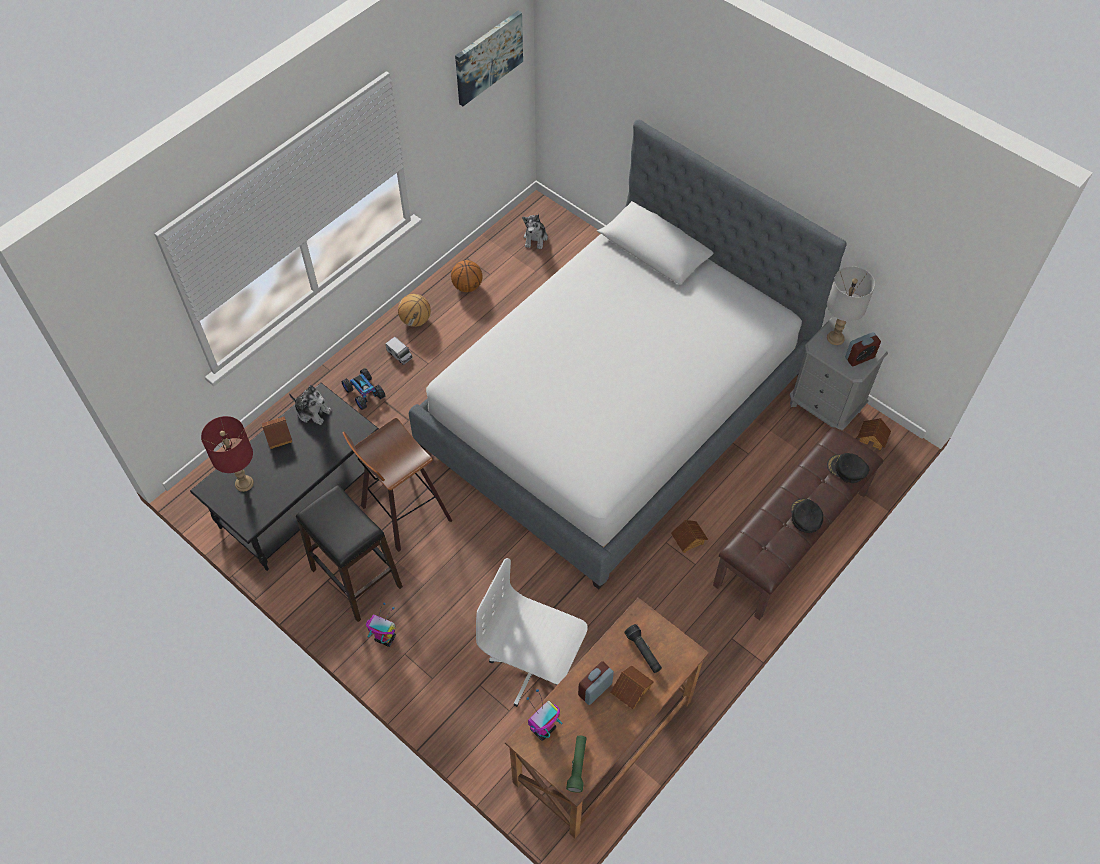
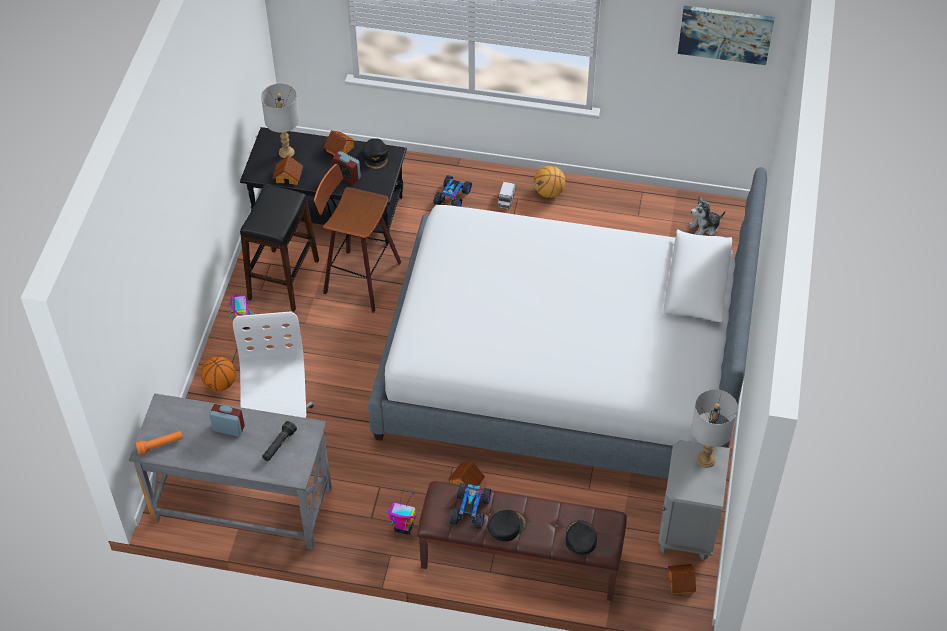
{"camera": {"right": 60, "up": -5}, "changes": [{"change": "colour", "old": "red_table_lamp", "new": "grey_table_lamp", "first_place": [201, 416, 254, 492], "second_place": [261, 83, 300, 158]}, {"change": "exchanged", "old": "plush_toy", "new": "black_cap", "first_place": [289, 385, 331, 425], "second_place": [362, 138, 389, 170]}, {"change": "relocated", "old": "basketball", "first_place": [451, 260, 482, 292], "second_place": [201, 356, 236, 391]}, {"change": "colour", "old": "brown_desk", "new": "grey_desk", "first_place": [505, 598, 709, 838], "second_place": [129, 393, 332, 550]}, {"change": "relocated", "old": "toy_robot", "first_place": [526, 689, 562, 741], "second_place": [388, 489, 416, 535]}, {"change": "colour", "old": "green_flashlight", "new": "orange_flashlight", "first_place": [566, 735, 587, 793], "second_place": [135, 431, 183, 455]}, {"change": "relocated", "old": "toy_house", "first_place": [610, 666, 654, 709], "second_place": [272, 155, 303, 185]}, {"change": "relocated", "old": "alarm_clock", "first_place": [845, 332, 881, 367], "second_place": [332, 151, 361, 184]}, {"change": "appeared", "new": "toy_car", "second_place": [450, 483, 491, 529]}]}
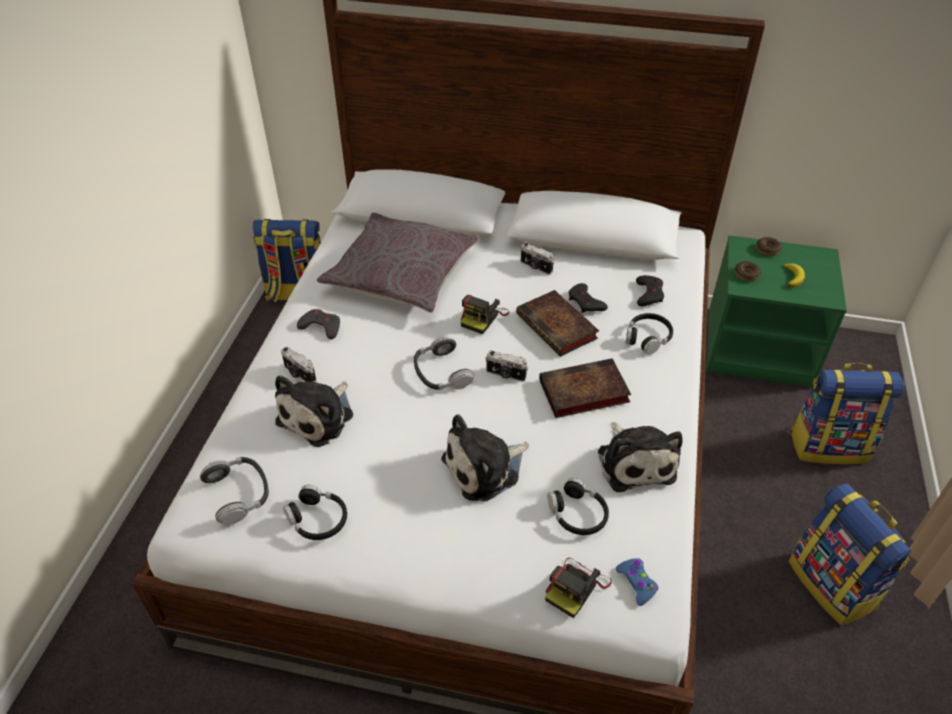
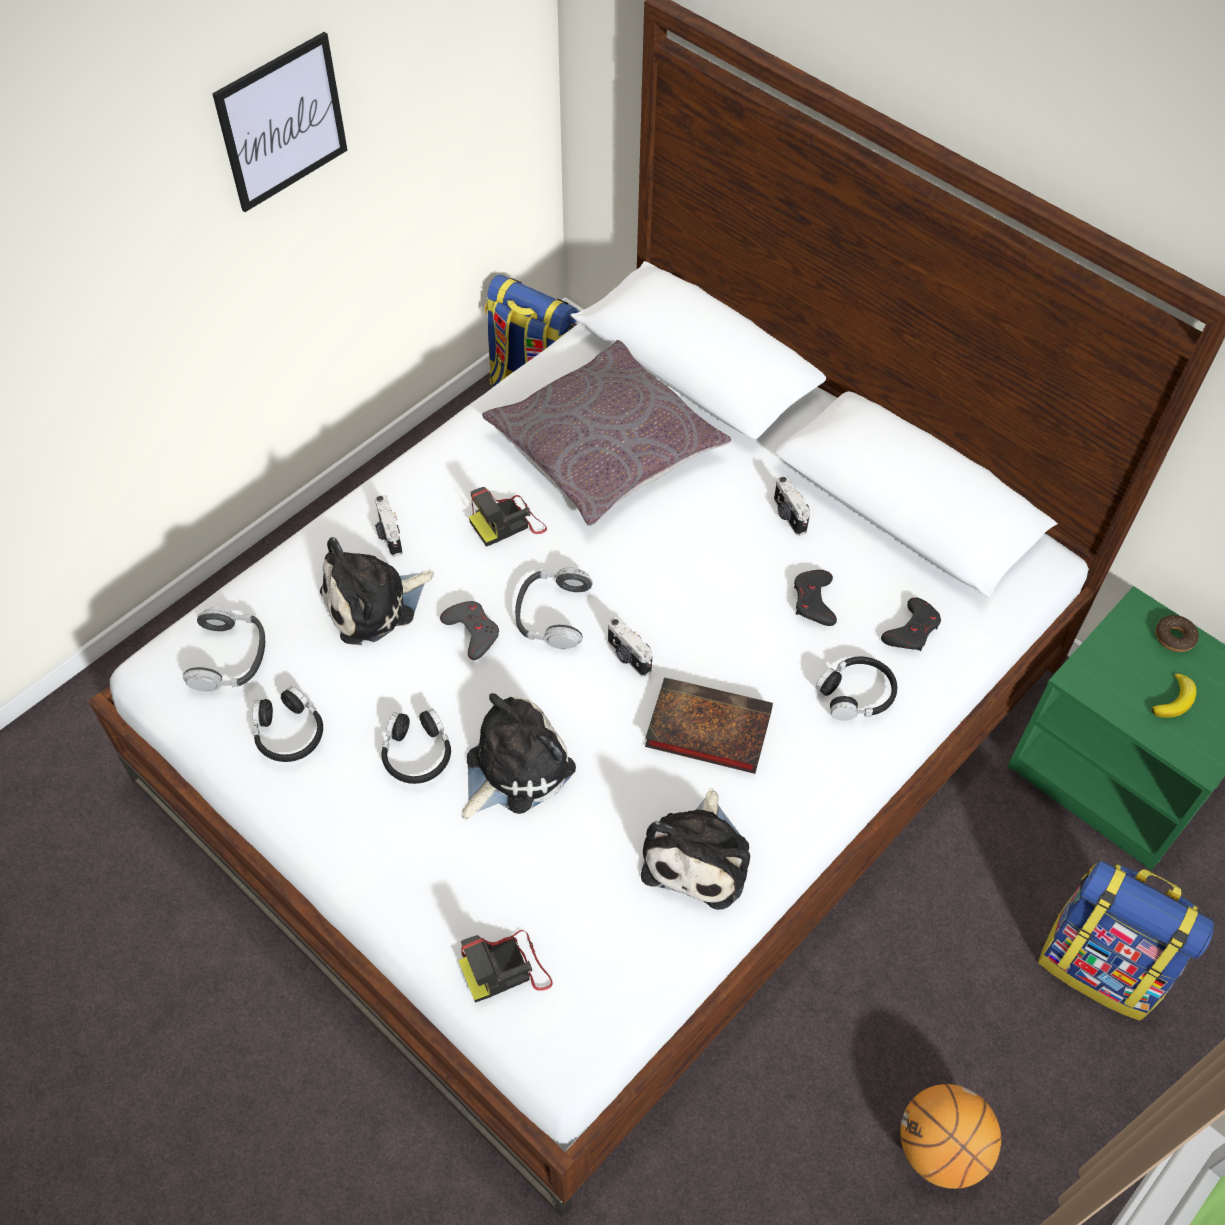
{"camera": {"right": 30, "up": 10}, "changes": [{"change": "relocated", "old": "grey_game_controller", "first_place": [297, 309, 340, 339], "second_place": [440, 601, 499, 660]}, {"change": "spun", "old": "plush_toy", "first_place": [441, 414, 529, 502], "second_place": [462, 693, 576, 820], "degrees": 135}, {"change": "relocated", "old": "photo_camera", "first_place": [461, 295, 510, 334], "second_place": [469, 487, 547, 547]}, {"change": "missing", "old": "book", "first_place": [516, 290, 599, 357]}, {"change": "relocated", "old": "black_headphones", "first_place": [547, 478, 609, 535], "second_place": [381, 708, 451, 784]}, {"change": "missing", "old": "blue_game_controller", "first_place": [616, 558, 658, 606]}, {"change": "missing", "old": "donut", "first_place": [734, 261, 761, 281]}, {"change": "exchanged", "old": "backpack", "new": "basketball", "first_place": [789, 484, 911, 626], "second_place": [900, 1084, 1002, 1189]}, {"change": "appeared", "new": "picture", "second_place": [212, 32, 348, 212]}]}
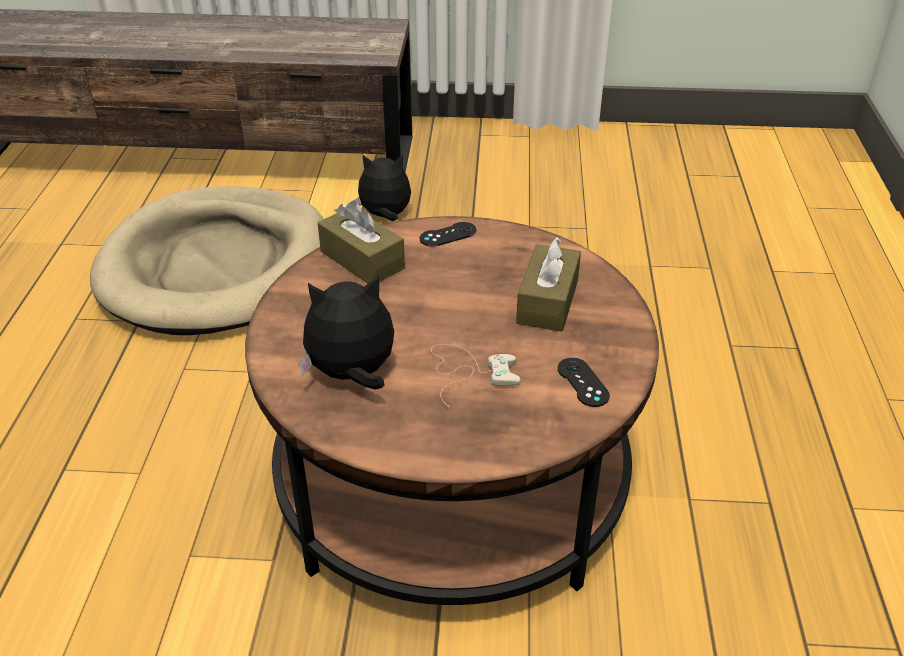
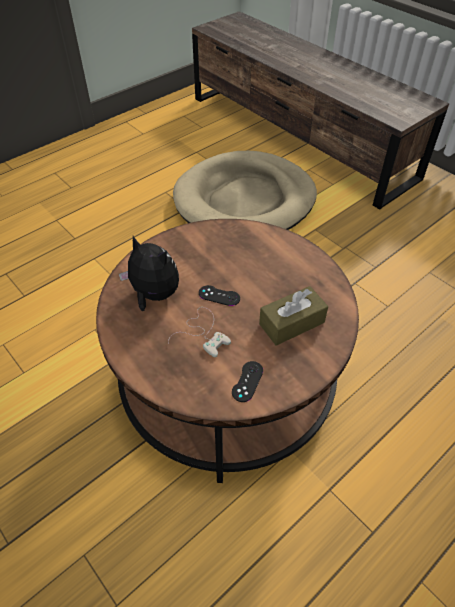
{"camera": {"right": 45, "up": 10}, "changes": [{"change": "missing", "old": "brown_tissue_box", "first_place": [318, 201, 405, 284]}, {"change": "missing", "old": "plush_toy", "first_place": [354, 155, 411, 221]}, {"change": "relocated", "old": "black_game_controller", "first_place": [420, 222, 476, 247], "second_place": [199, 285, 240, 306]}]}
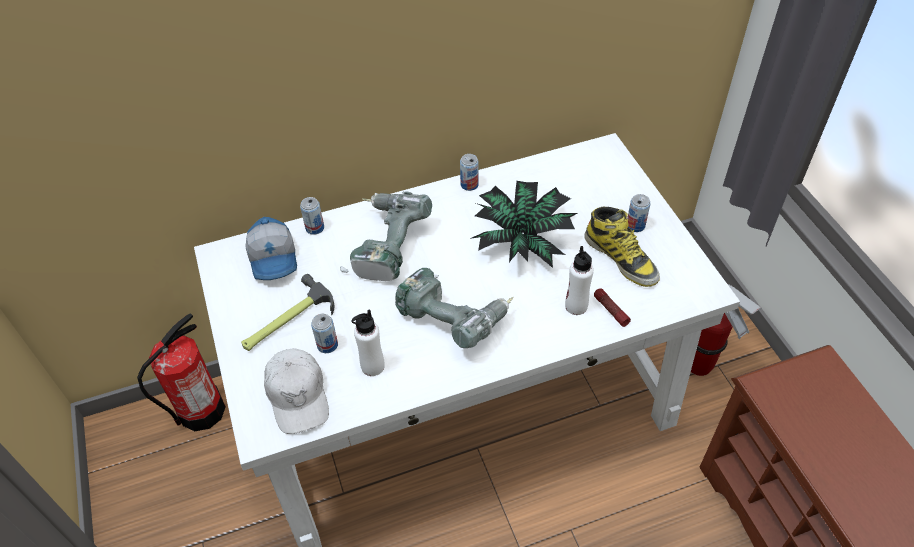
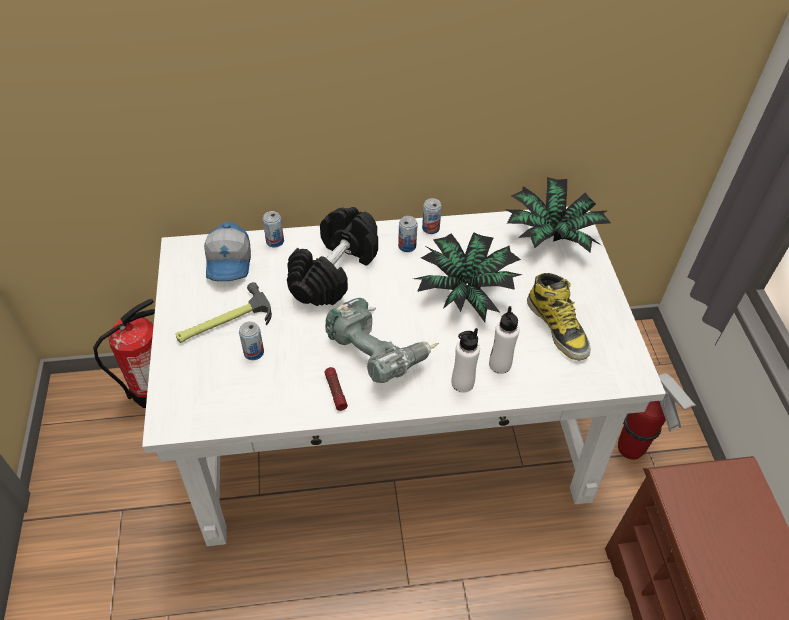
{"camera": {"right": 10, "up": 0}, "changes": [{"change": "missing", "old": "white_cap", "first_place": [264, 348, 329, 434]}, {"change": "exchanged", "old": "power_drill", "new": "black_dumbbell", "first_place": [340, 191, 432, 281], "second_place": [287, 207, 378, 306]}, {"change": "relocated", "old": "white_bottle", "first_place": [351, 309, 385, 376], "second_place": [451, 328, 480, 393]}, {"change": "relocated", "old": "flashlight", "first_place": [594, 289, 631, 327], "second_place": [325, 367, 348, 411]}, {"change": "relocated", "old": "can", "first_place": [627, 194, 650, 232], "second_place": [398, 216, 418, 252]}, {"change": "appeared", "new": "potted_plant", "second_place": [505, 177, 611, 253]}]}
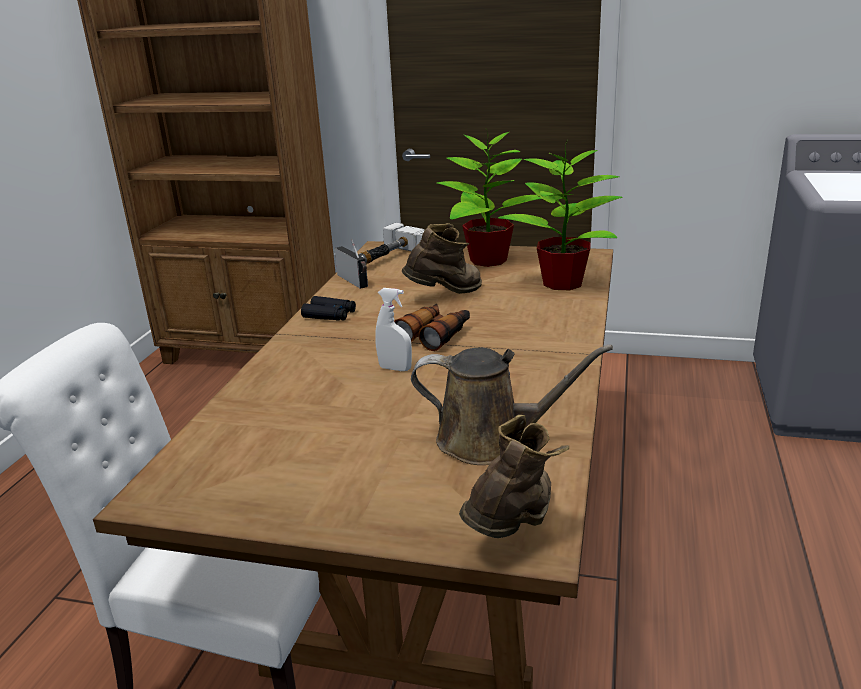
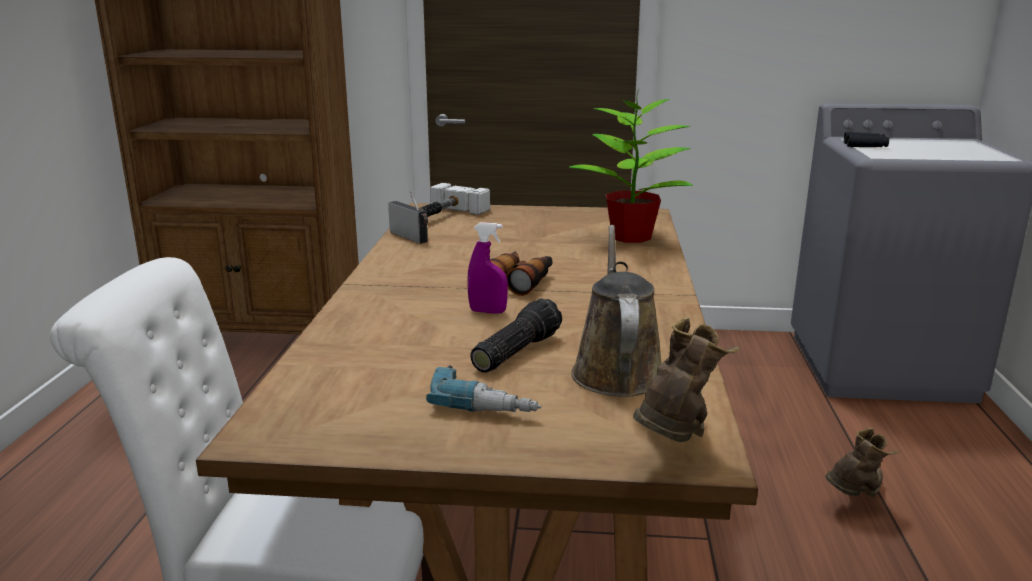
{"camera": {"right": -10, "up": -5}, "changes": [{"change": "relocated", "old": "black_binoculars", "first_place": [301, 296, 356, 321], "second_place": [844, 132, 889, 147]}, {"change": "colour", "old": "white_spray_bottle", "new": "purple_spray_bottle", "first_place": [375, 288, 412, 371], "second_place": [467, 222, 508, 314]}, {"change": "relocated", "old": "brown_boot", "first_place": [402, 223, 482, 294], "second_place": [825, 428, 899, 498]}, {"change": "spun", "old": "brown_watering_can", "first_place": [411, 344, 613, 465], "second_place": [571, 225, 661, 397], "degrees": -90}, {"change": "missing", "old": "potted_plant", "first_place": [437, 129, 542, 267]}, {"change": "appeared", "new": "power_drill", "second_place": [426, 365, 541, 412]}, {"change": "appeared", "new": "flashlight", "second_place": [470, 298, 562, 373]}]}
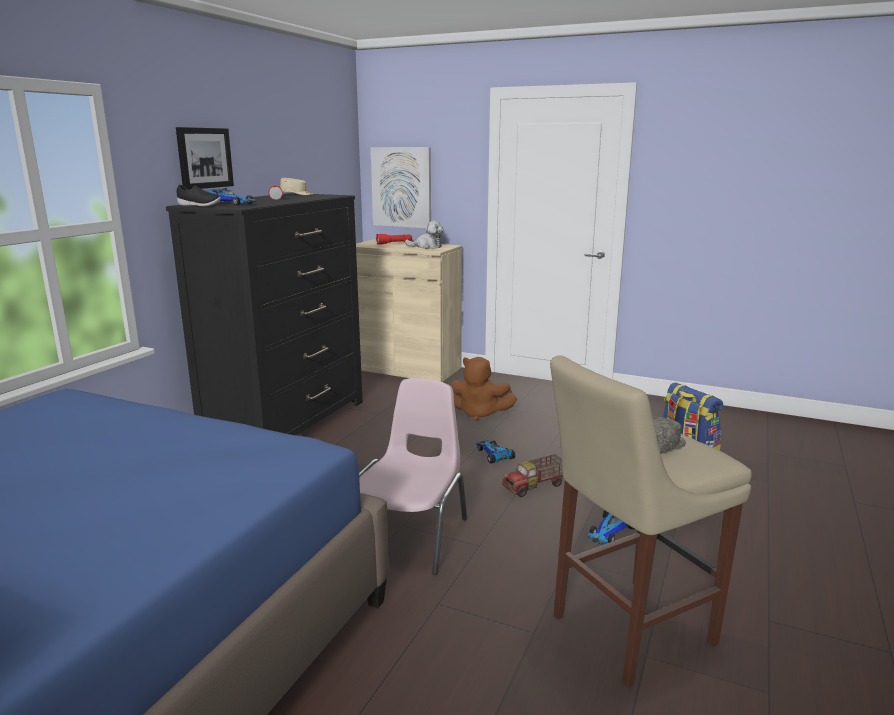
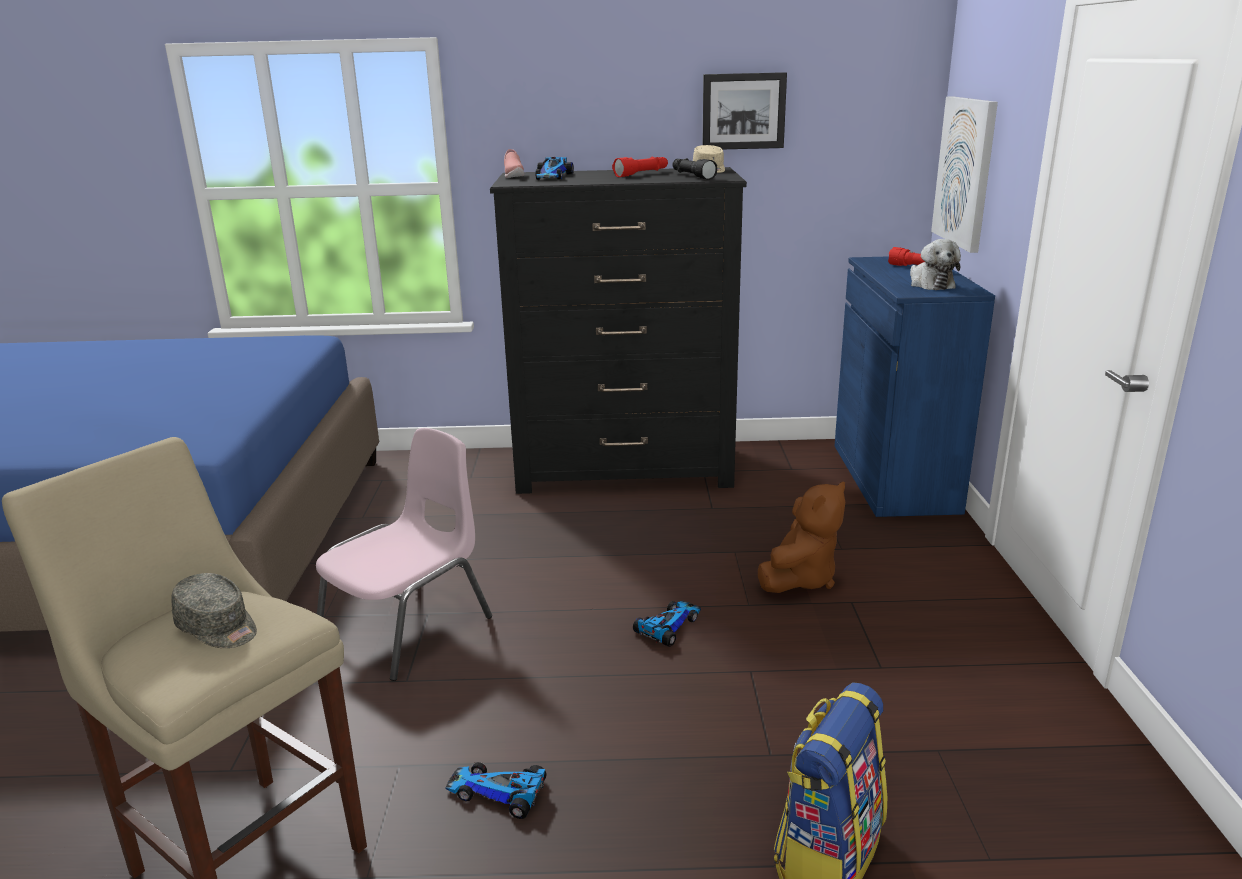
{"camera": {"right": 65, "up": 5}, "changes": [{"change": "relocated", "old": "picture", "first_place": [176, 127, 234, 190], "second_place": [702, 72, 787, 149]}, {"change": "colour", "old": "black_shoe", "new": "pink_shoe", "first_place": [177, 185, 221, 207], "second_place": [504, 149, 524, 178]}, {"change": "colour", "old": "beige_cabinet", "new": "blue_cabinet", "first_place": [356, 240, 462, 382], "second_place": [835, 256, 995, 517]}, {"change": "spun", "old": "pink_chair", "first_place": [359, 378, 467, 575], "second_place": [316, 428, 492, 681], "degrees": -45}, {"change": "spun", "old": "brown_plush_toy", "first_place": [450, 357, 517, 421], "second_place": [758, 481, 845, 593], "degrees": -135}, {"change": "missing", "old": "toy_truck", "first_place": [502, 454, 563, 497]}, {"change": "appeared", "new": "black_flashlight", "second_place": [672, 158, 717, 180]}]}
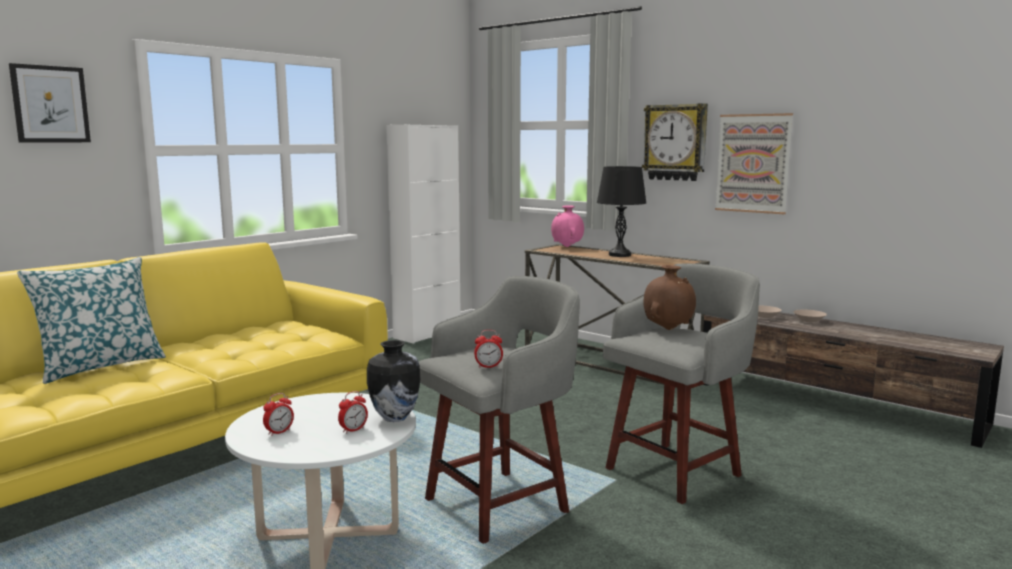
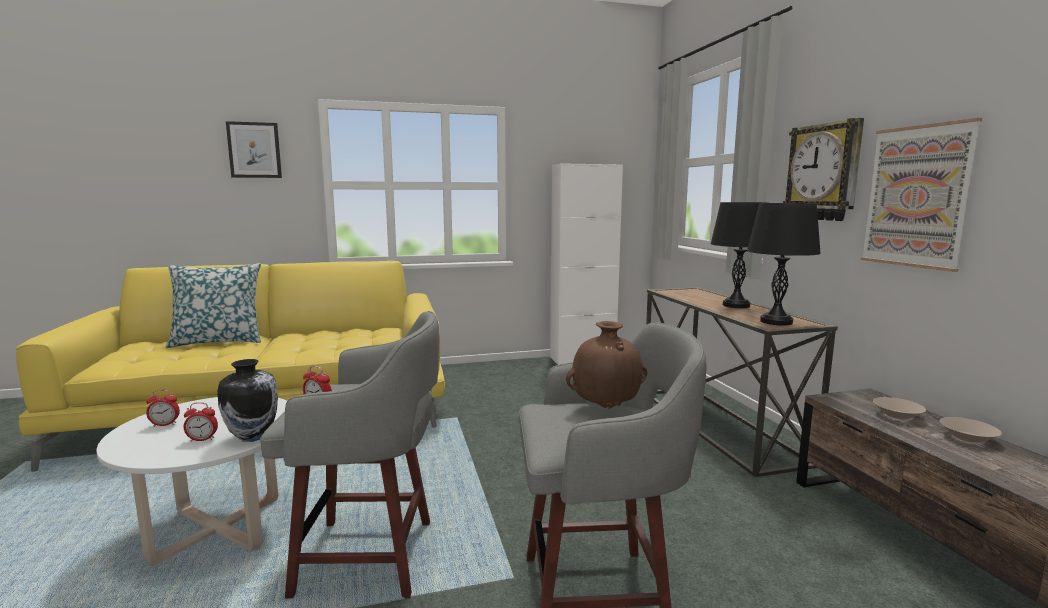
{"camera": {"right": 35, "up": 0}, "changes": [{"change": "missing", "old": "pink_vase", "first_place": [551, 205, 584, 247]}, {"change": "appeared", "new": "black_table_lamp", "second_place": [747, 203, 821, 326]}]}
